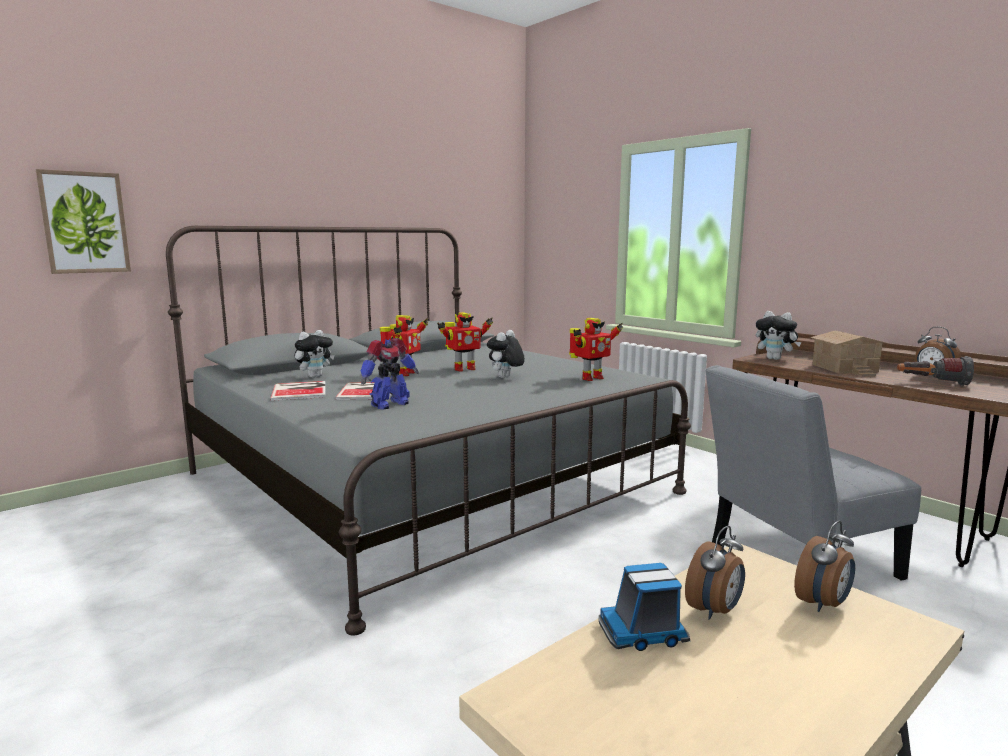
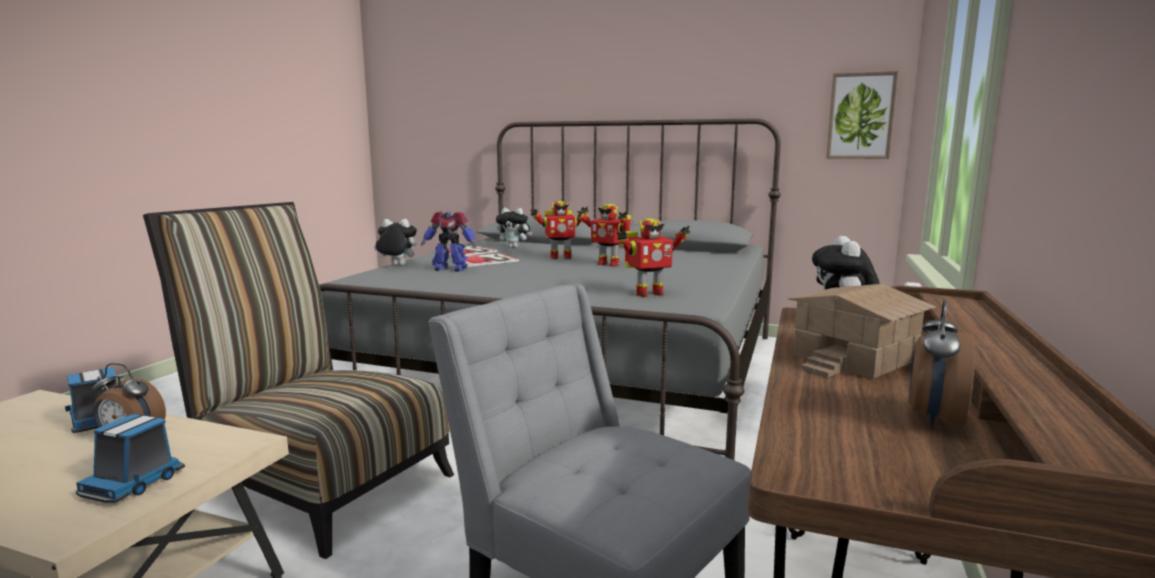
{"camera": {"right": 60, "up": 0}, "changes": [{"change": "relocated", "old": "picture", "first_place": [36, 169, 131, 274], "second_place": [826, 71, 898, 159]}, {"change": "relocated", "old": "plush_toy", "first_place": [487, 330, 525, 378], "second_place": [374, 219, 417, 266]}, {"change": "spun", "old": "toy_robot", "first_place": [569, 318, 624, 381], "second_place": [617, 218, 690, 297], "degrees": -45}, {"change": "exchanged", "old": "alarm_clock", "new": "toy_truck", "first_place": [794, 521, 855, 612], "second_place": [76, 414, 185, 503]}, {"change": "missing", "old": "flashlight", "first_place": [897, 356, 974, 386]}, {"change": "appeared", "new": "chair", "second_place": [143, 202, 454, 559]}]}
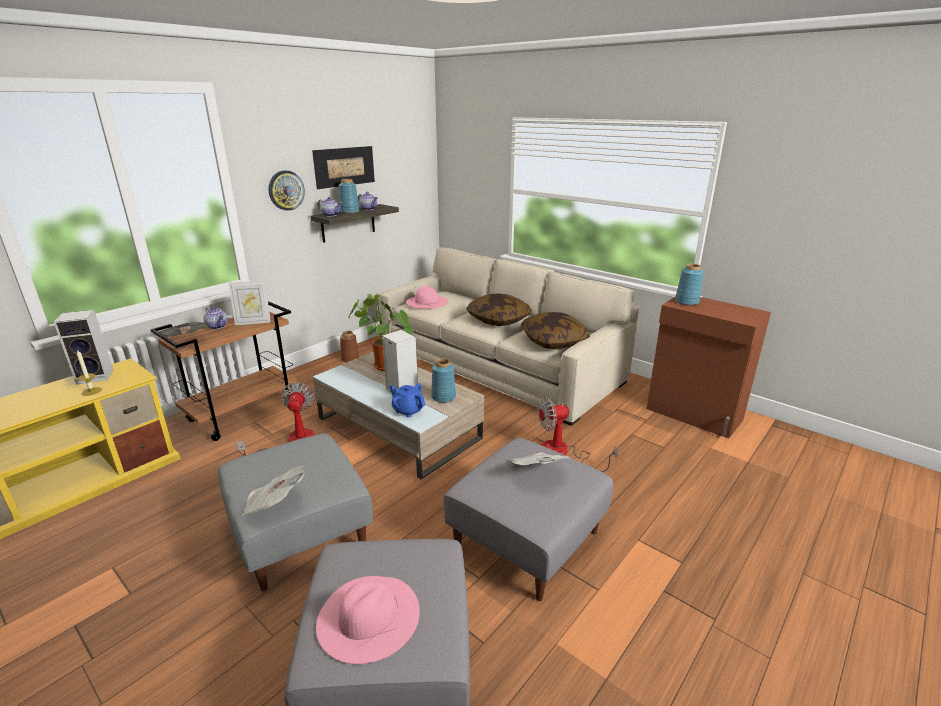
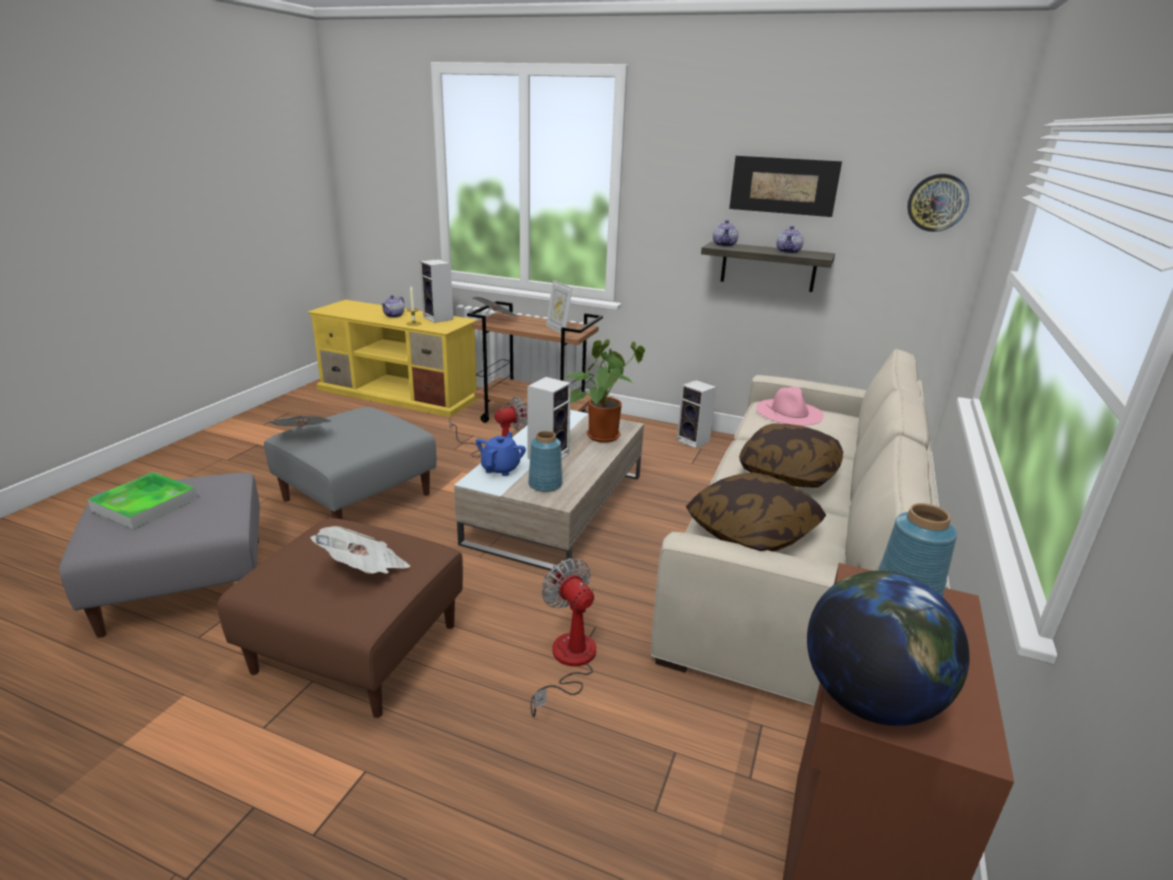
{"camera": {"right": 70, "up": 0}, "changes": [{"change": "relocated", "old": "teapot", "first_place": [204, 307, 228, 329], "second_place": [381, 295, 405, 318]}, {"change": "relocated", "old": "wall_clock", "first_place": [268, 170, 305, 211], "second_place": [907, 174, 969, 232]}, {"change": "exchanged", "old": "pink_hat", "new": "tray", "first_place": [316, 576, 420, 664], "second_place": [87, 472, 197, 529]}, {"change": "missing", "old": "blue_vase", "first_place": [339, 179, 359, 214]}, {"change": "exchanged", "old": "brown_vase", "new": "speaker", "first_place": [340, 330, 359, 362], "second_place": [677, 380, 716, 448]}, {"change": "colour", "old": "grey_ottoman", "new": "brown_ottoman", "first_place": [443, 438, 613, 601], "second_place": [217, 518, 463, 718]}, {"change": "appeared", "new": "globe", "second_place": [807, 570, 970, 726]}]}
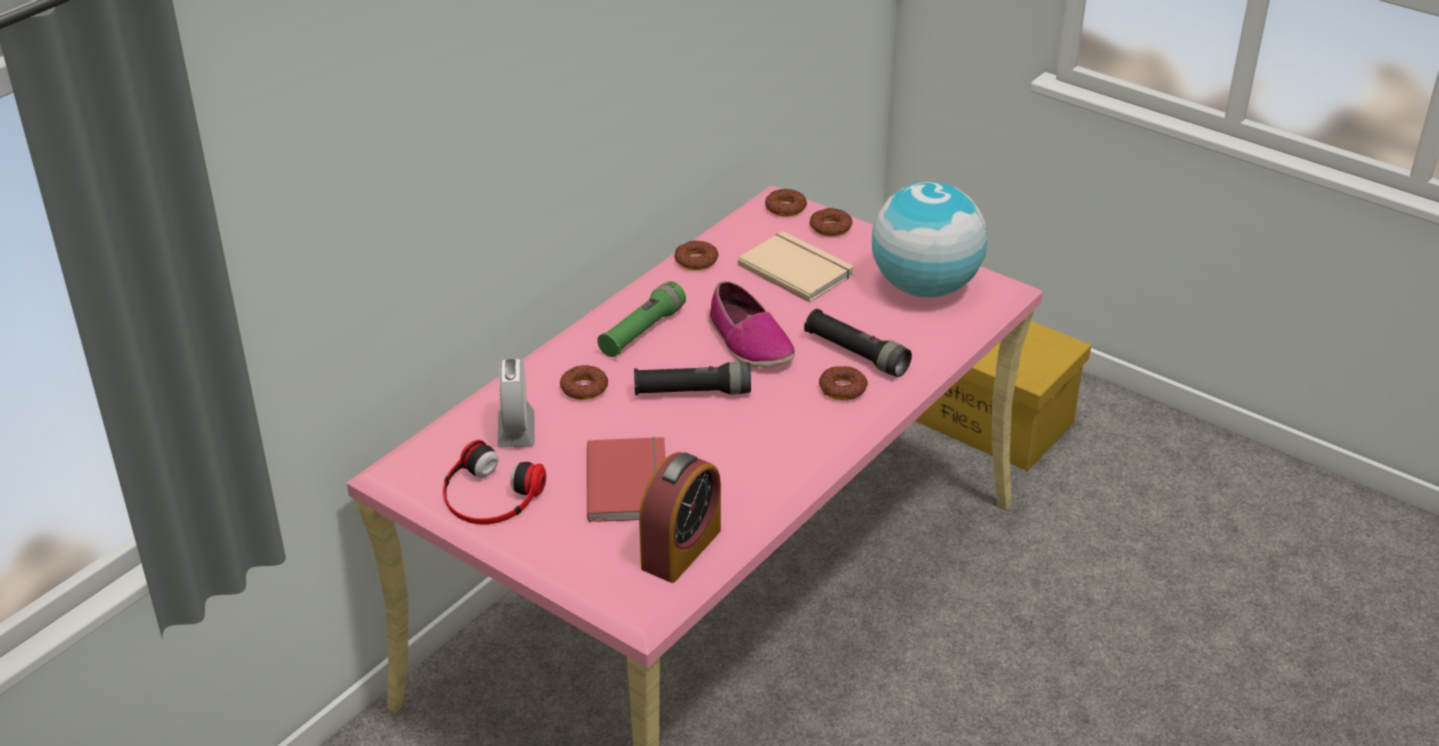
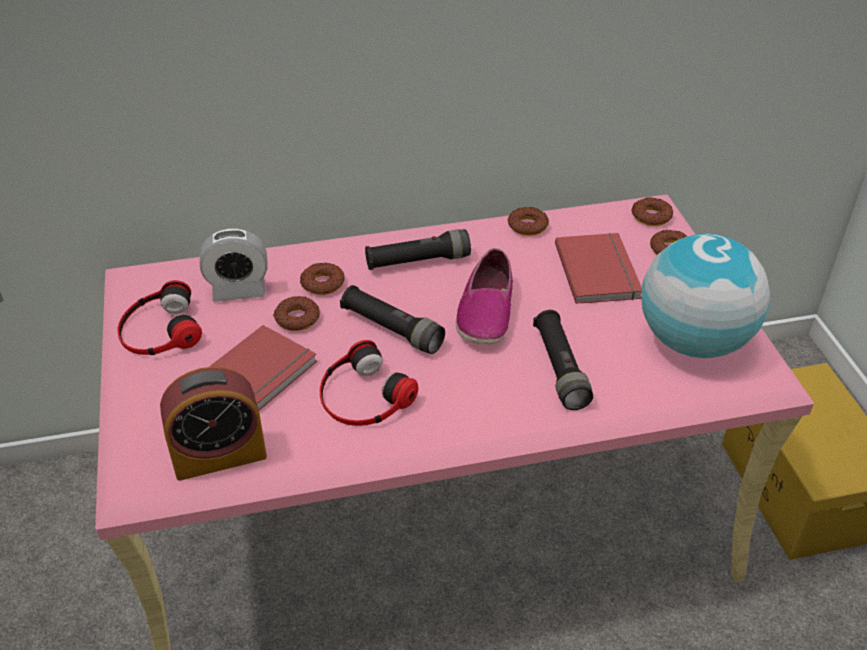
{"camera": {"right": 40, "up": 5}, "changes": [{"change": "spun", "old": "alarm_clock", "first_place": [497, 359, 535, 448], "second_place": [200, 229, 268, 302], "degrees": -135}, {"change": "colour", "old": "green_flashlight", "new": "black_flashlight", "first_place": [597, 281, 686, 357], "second_place": [365, 229, 471, 270]}, {"change": "colour", "old": "beige_book", "new": "red_book", "first_place": [738, 231, 854, 302], "second_place": [555, 233, 642, 304]}, {"change": "relocated", "old": "donut", "first_place": [819, 366, 868, 400], "second_place": [273, 296, 320, 331]}, {"change": "appeared", "new": "headphones", "second_place": [320, 340, 418, 426]}]}
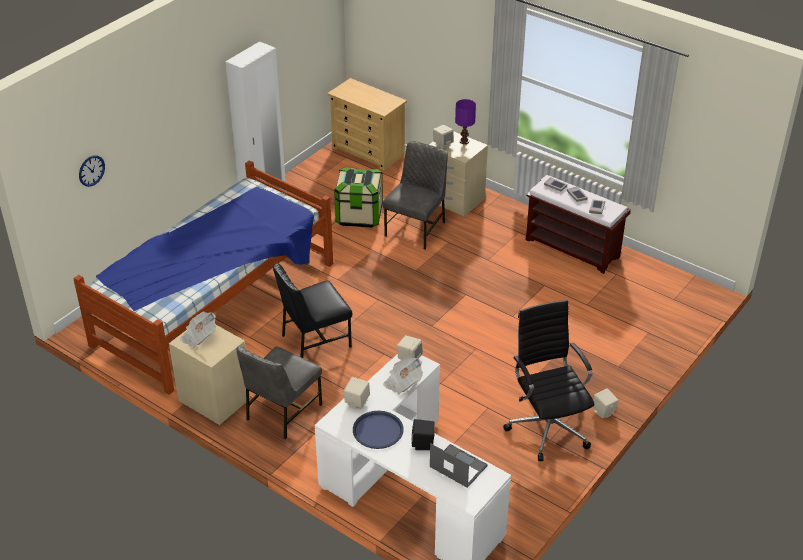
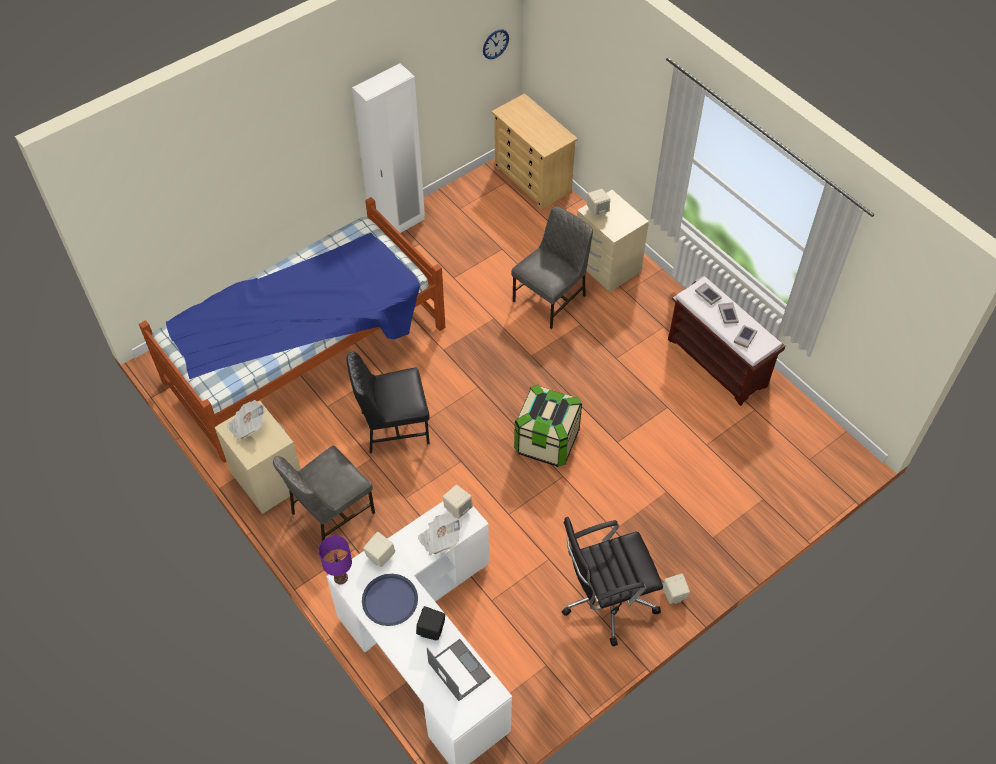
{"camera": {"right": 15, "up": 15}, "changes": [{"change": "relocated", "old": "wall_clock", "first_place": [79, 155, 105, 187], "second_place": [483, 30, 509, 59]}, {"change": "relocated", "old": "storage_box", "first_place": [334, 167, 383, 228], "second_place": [514, 385, 582, 467]}, {"change": "relocated", "old": "purple_table_lamp", "first_place": [455, 99, 476, 144], "second_place": [319, 536, 352, 584]}, {"change": "spun", "old": "black_office_chair", "first_place": [503, 300, 594, 461], "second_place": [562, 517, 663, 647], "degrees": -105}]}
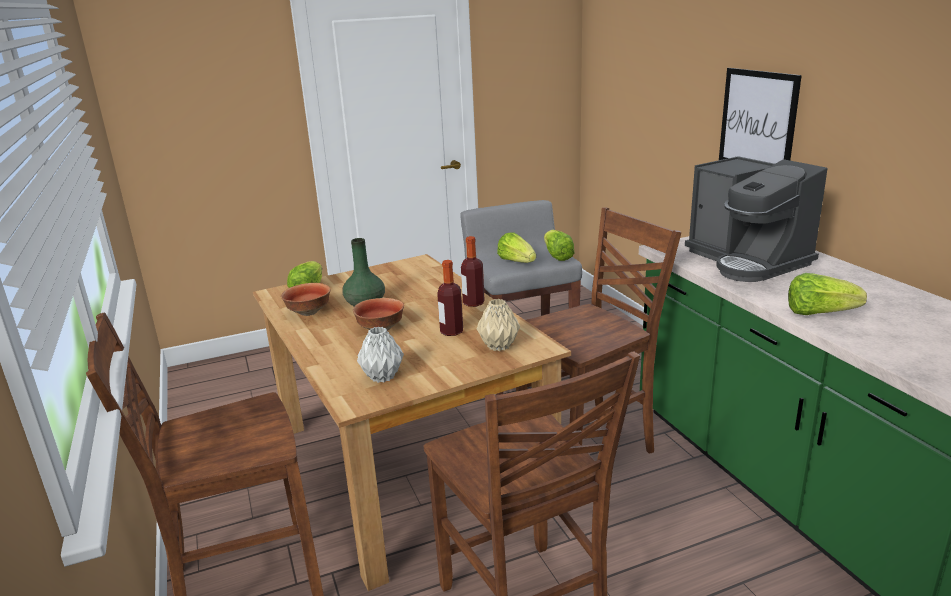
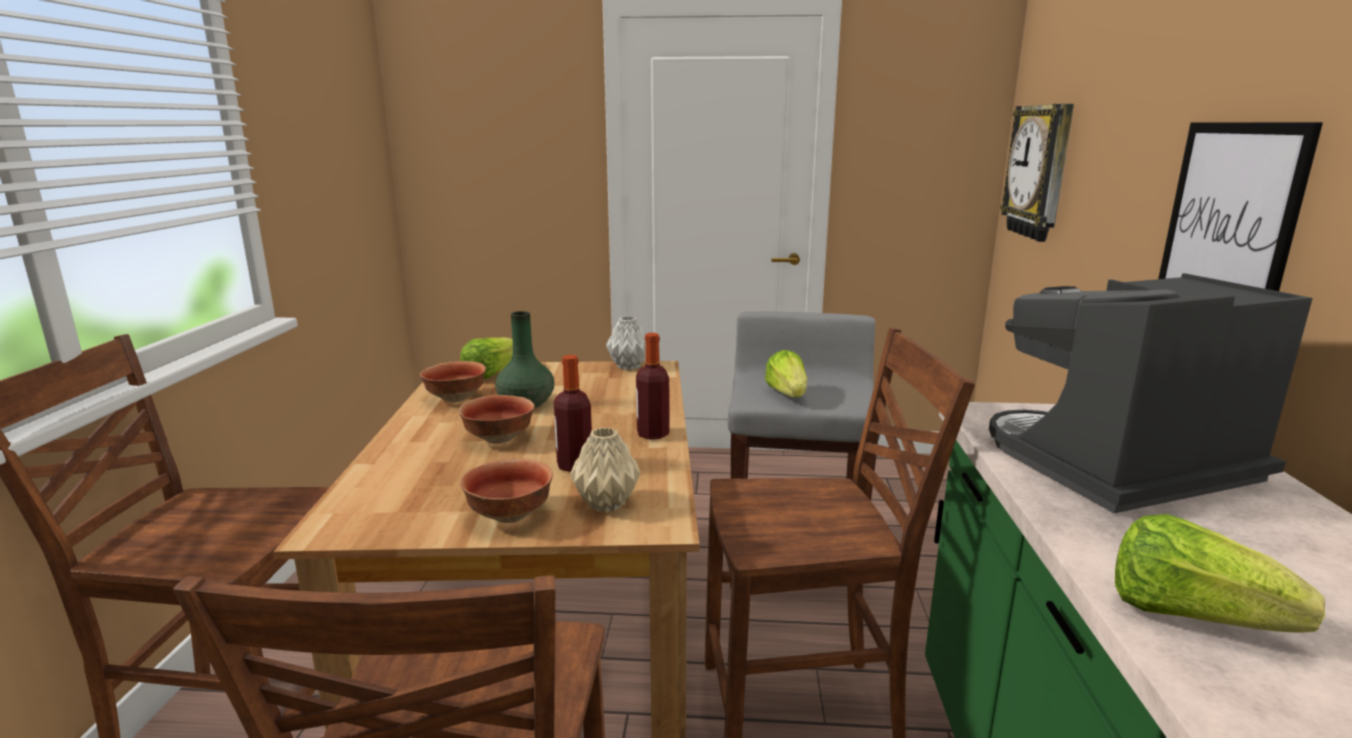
{"camera": {"right": 25, "up": -5}, "changes": [{"change": "relocated", "old": "grey_vase", "first_place": [357, 326, 404, 383], "second_place": [606, 316, 645, 370]}, {"change": "missing", "old": "lettuce", "first_place": [544, 230, 575, 261]}, {"change": "spun", "old": "coffee_machine", "first_place": [685, 156, 828, 282], "second_place": [989, 273, 1313, 513], "degrees": 75}, {"change": "appeared", "new": "bowl", "second_place": [460, 459, 553, 523]}, {"change": "appeared", "new": "wall_clock", "second_place": [1000, 104, 1074, 242]}]}
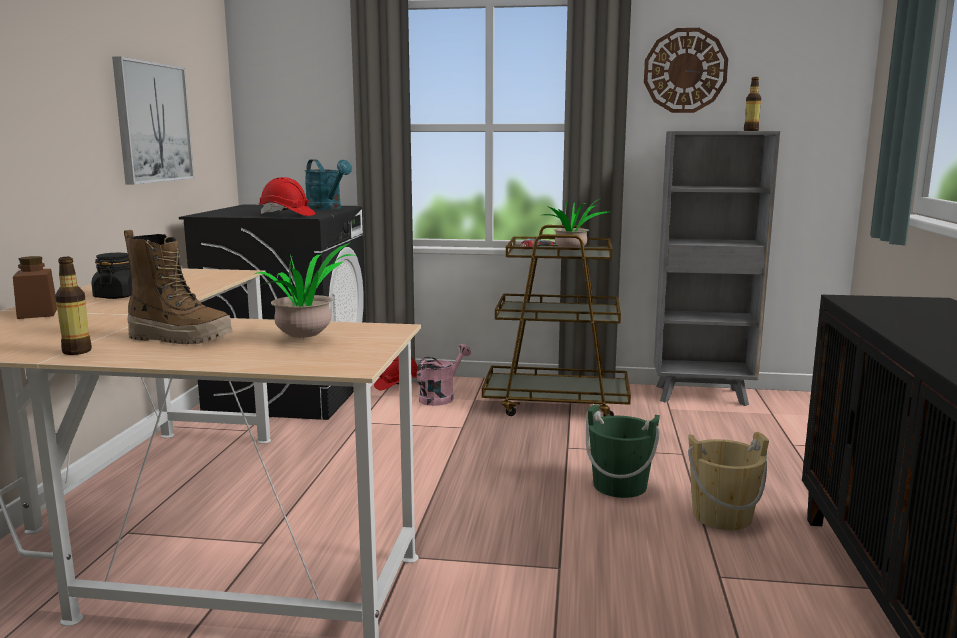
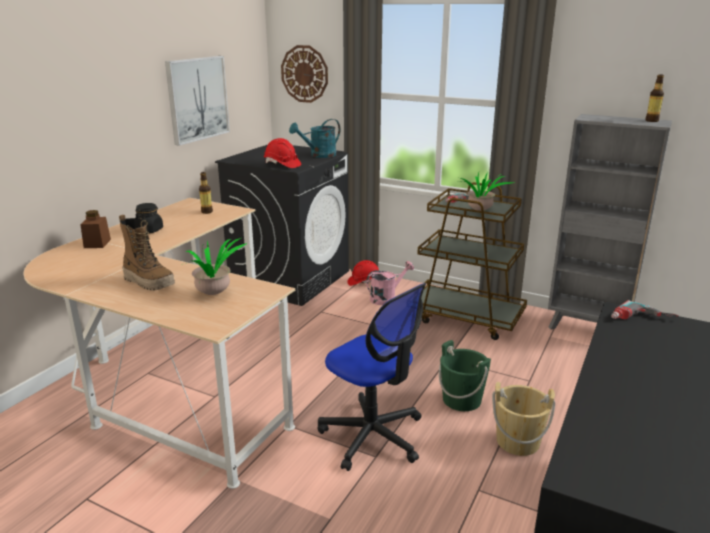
{"camera": {"right": 20, "up": 10}, "changes": [{"change": "relocated", "old": "bottle", "first_place": [55, 257, 92, 355], "second_place": [199, 172, 213, 214]}, {"change": "spun", "old": "turquoise_watering_can", "first_place": [304, 159, 352, 210], "second_place": [289, 119, 340, 158], "degrees": 75}, {"change": "relocated", "old": "wall_clock", "first_place": [644, 28, 728, 113], "second_place": [281, 45, 328, 103]}, {"change": "appeared", "new": "office_chair", "second_place": [317, 283, 426, 471]}, {"change": "appeared", "new": "power_drill", "second_place": [611, 300, 679, 319]}]}
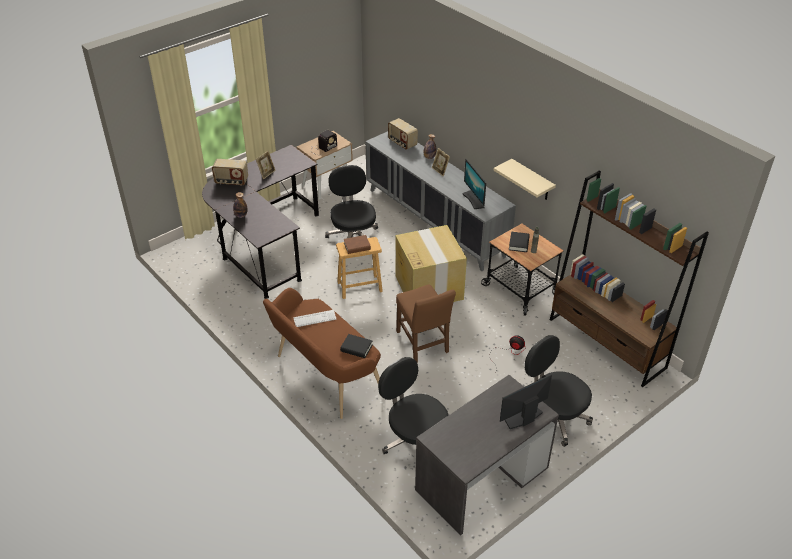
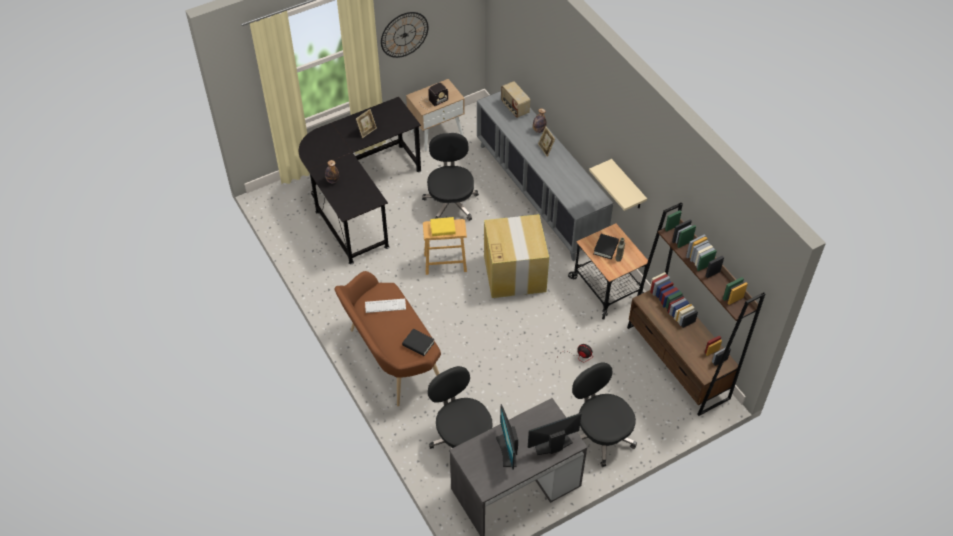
{"camera": {"right": 10, "up": 10}, "changes": [{"change": "missing", "old": "radio", "first_place": [212, 159, 248, 186]}, {"change": "colour", "old": "brown_book", "new": "yellow_book", "first_place": [344, 235, 371, 254], "second_place": [430, 217, 456, 236]}, {"change": "missing", "old": "brown_chair", "first_place": [396, 284, 456, 363]}, {"change": "relocated", "old": "monitor", "first_place": [462, 159, 486, 209], "second_place": [496, 404, 518, 470]}, {"change": "appeared", "new": "wall_clock", "second_place": [381, 12, 428, 58]}]}
